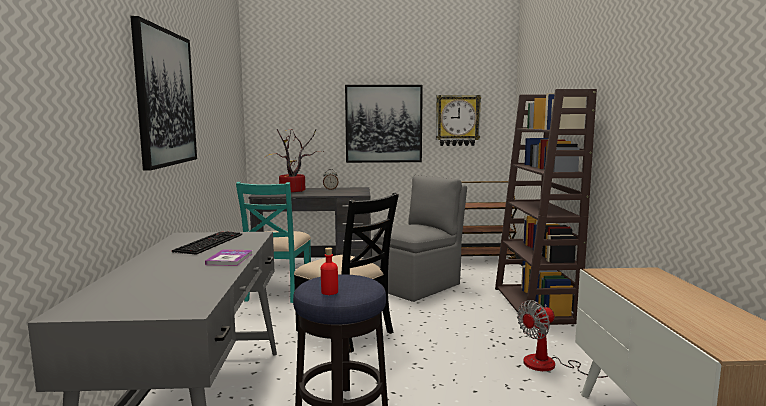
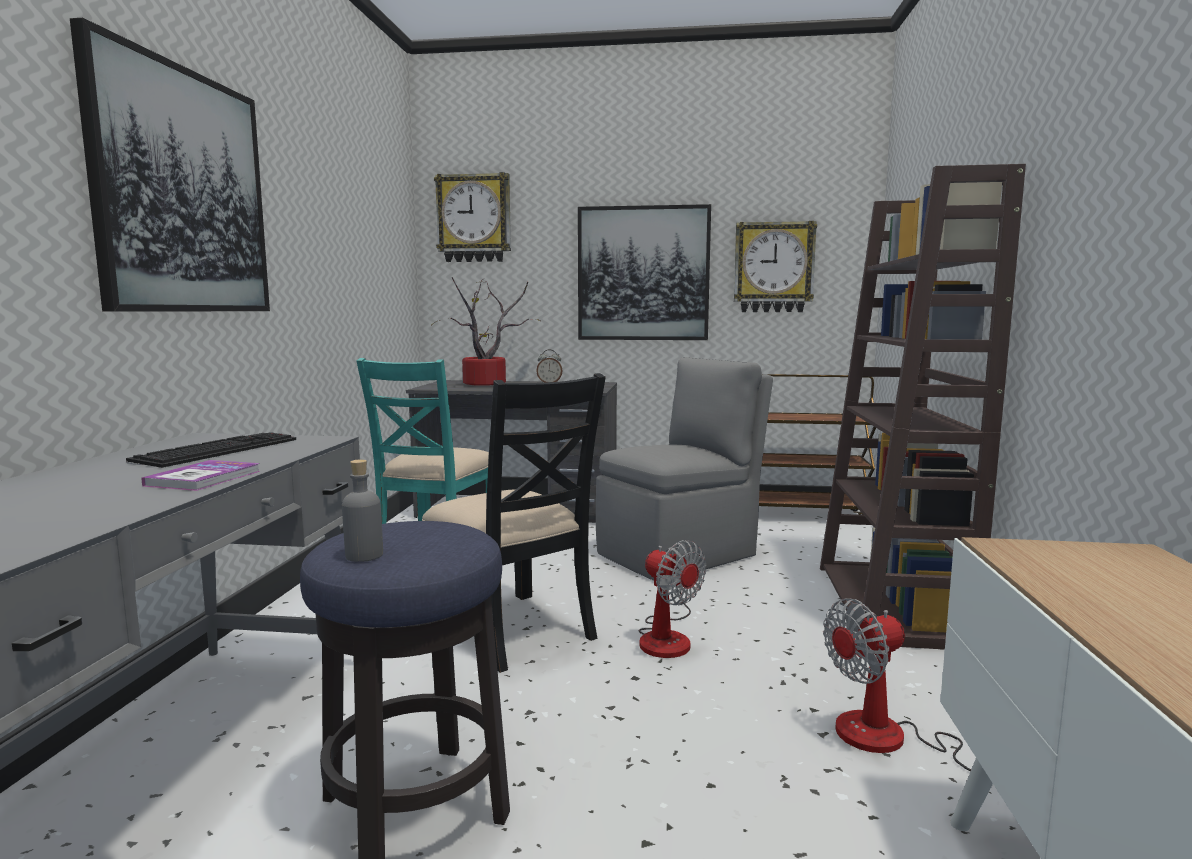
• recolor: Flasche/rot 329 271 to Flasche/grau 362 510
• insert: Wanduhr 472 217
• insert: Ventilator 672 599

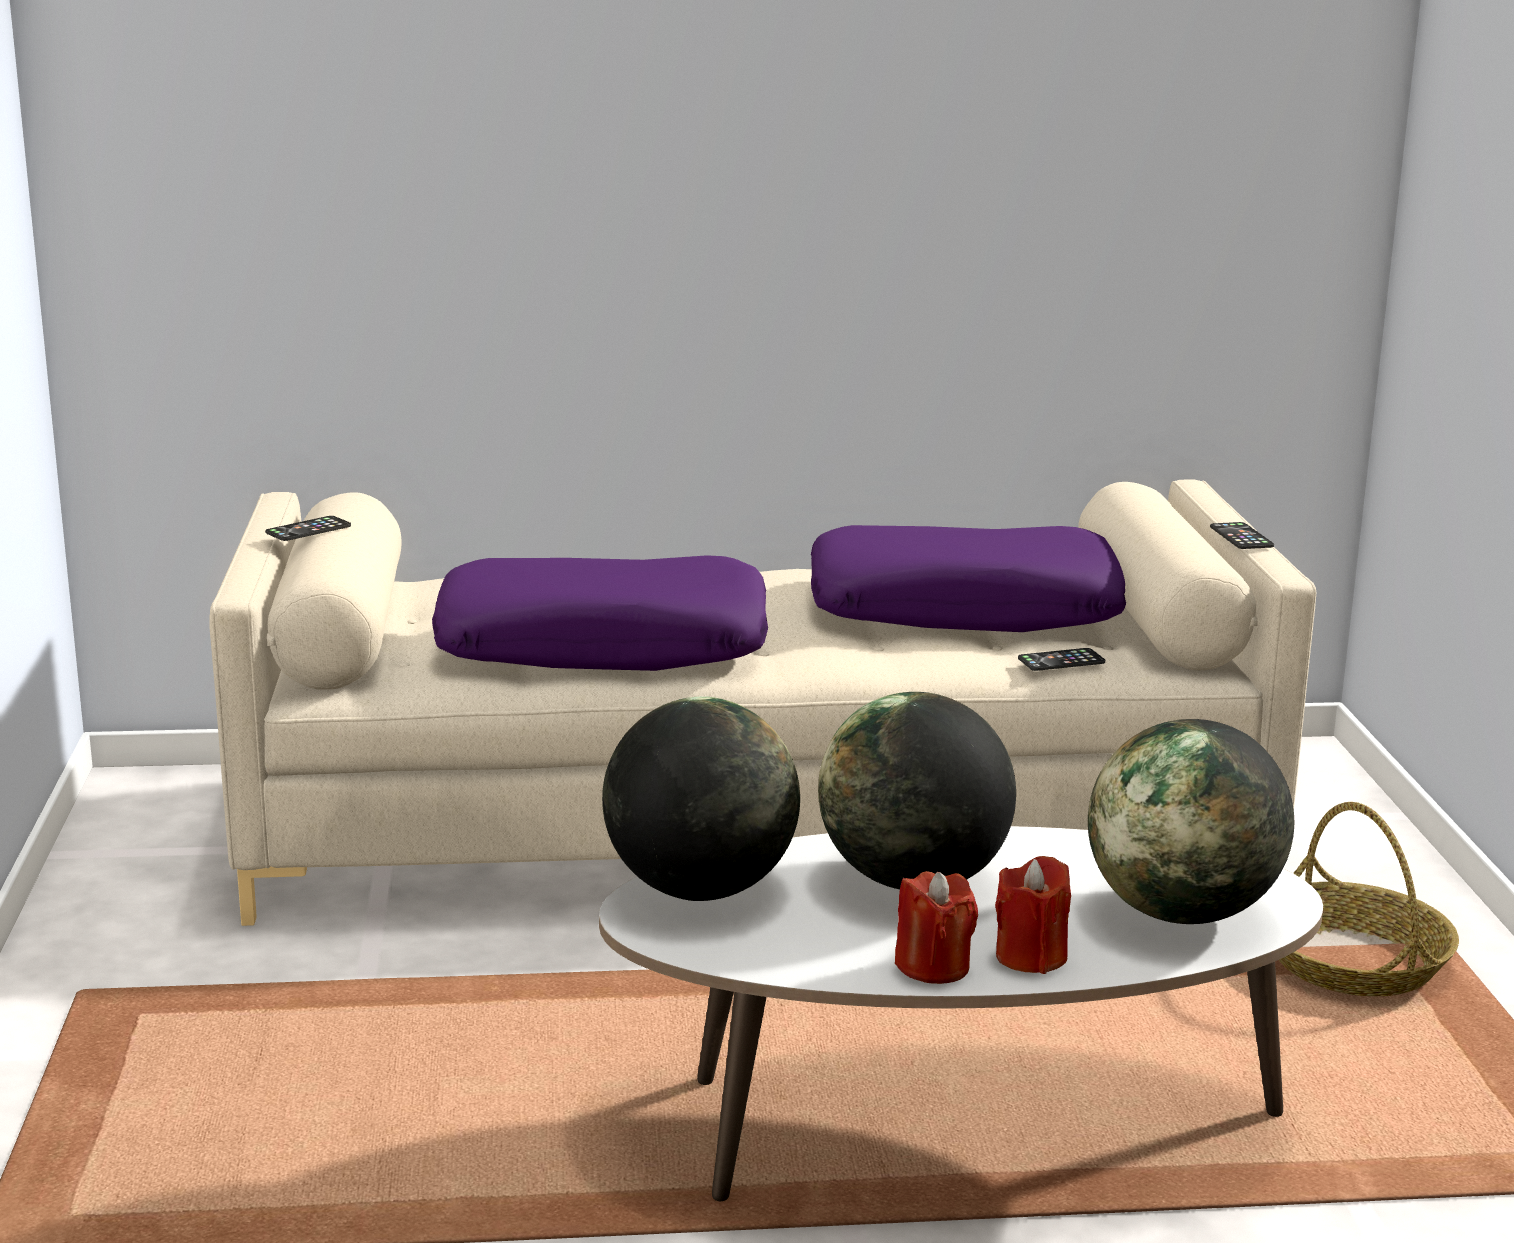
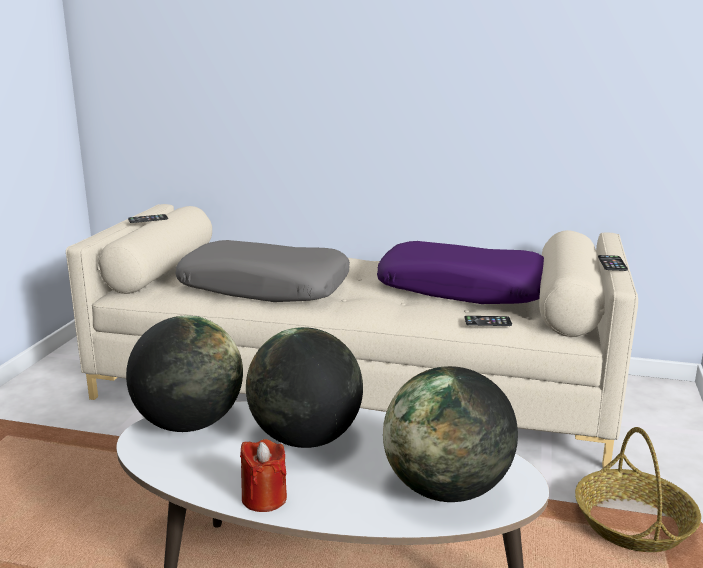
• recolor: Kissen/lila 600 613 to Kissen/grau 262 271
• delete: Kerze/rot 1033 915

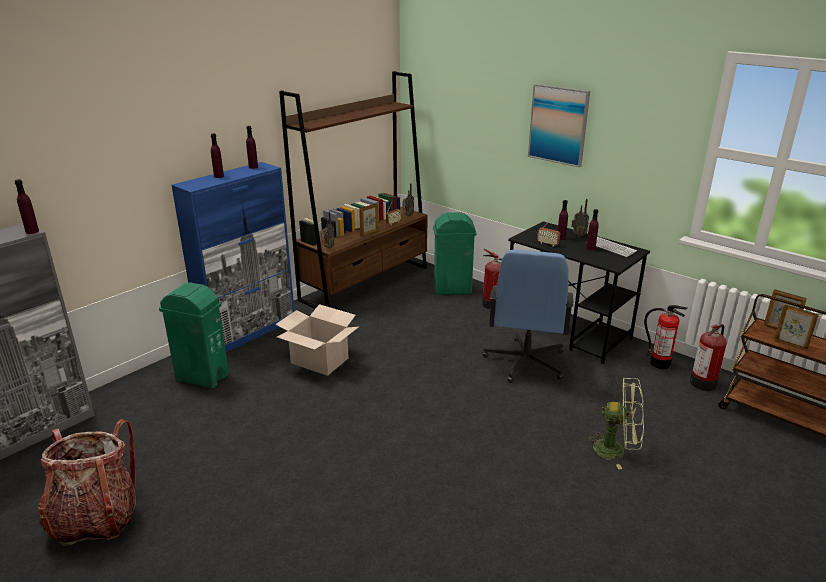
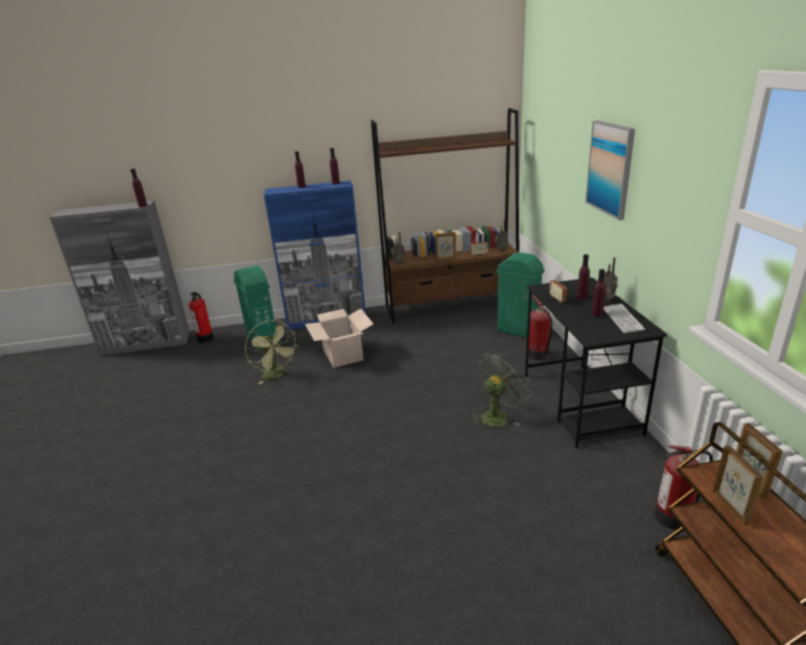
• move: Feuerlöscher 665 337 to 201 317
• move: Ventilator/grün 614 423 to 271 352
• replace: Bürostuhl/blau 528 316 to Ventilator/grau 502 388
• delete: Rucksack 87 482

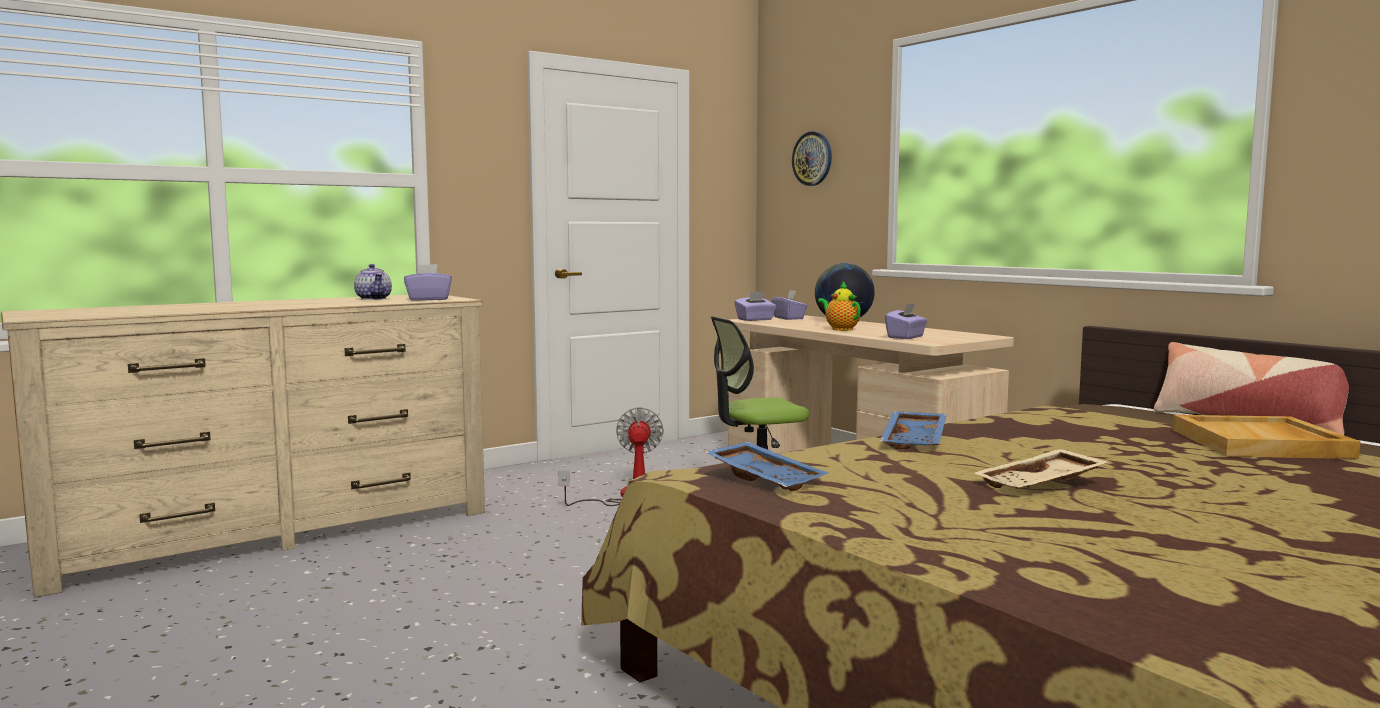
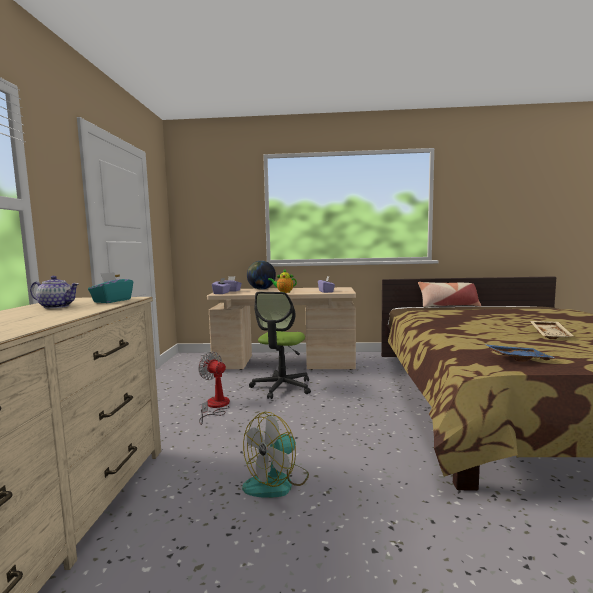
• recolor: Taschentuchbox/lila 428 282 to Taschentuchbox/türkis 110 287
• insert: Ventilator 275 455
• delete: Wanduhr 812 158
• delete: Tablett/blau 913 430
• delete: Tablett/beige 1267 437

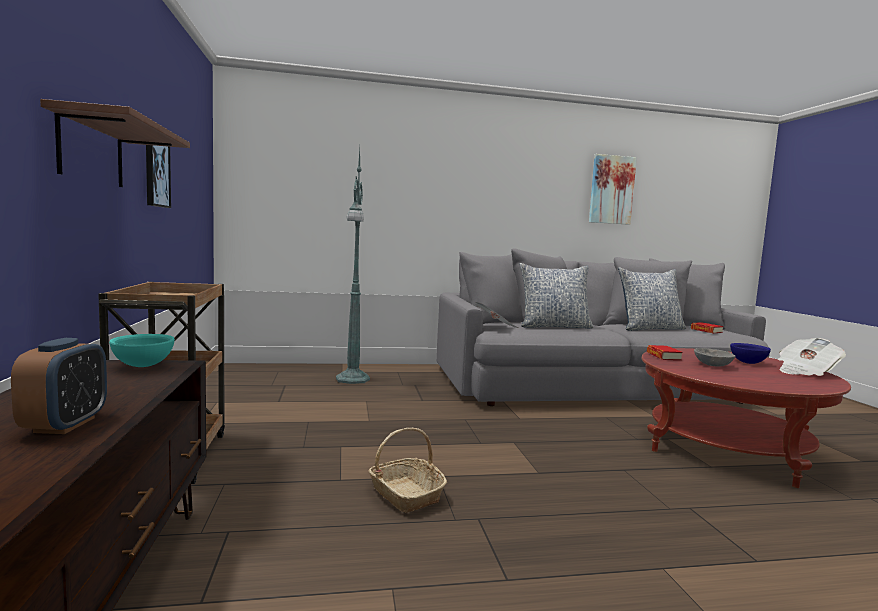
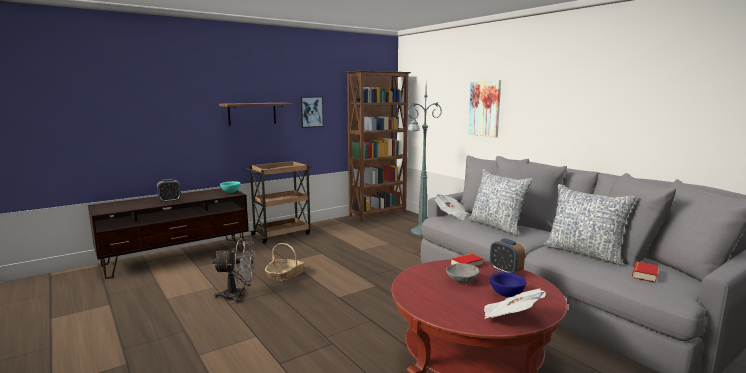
• insert: Ventilator/grau 233 271
• insert: Bücherregal/braun 378 146
• move: Bild 613 189 to 484 108
• insert: Wecker 507 256

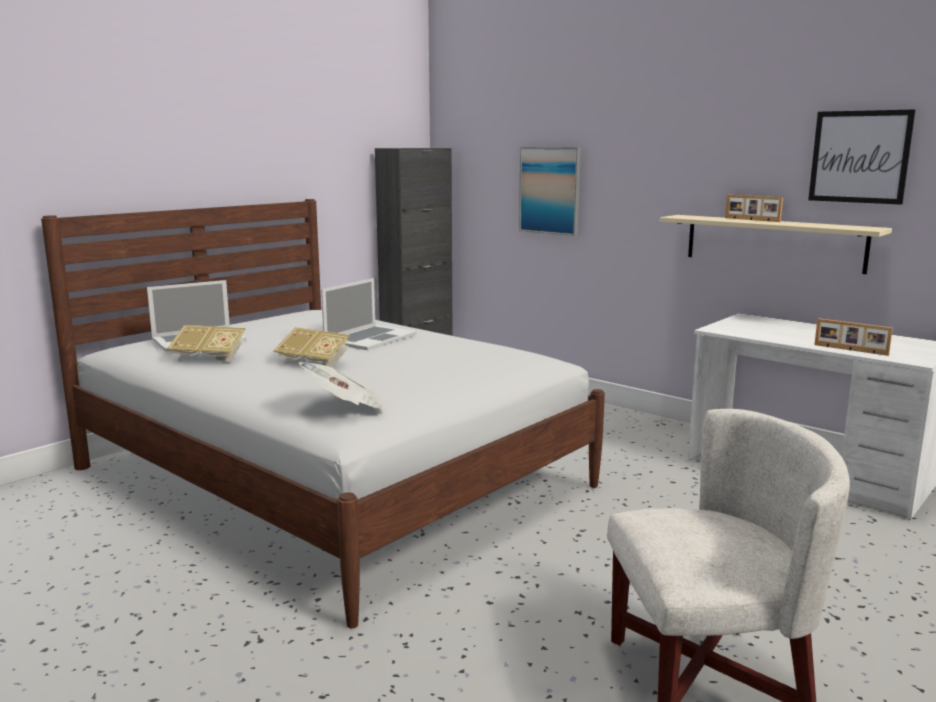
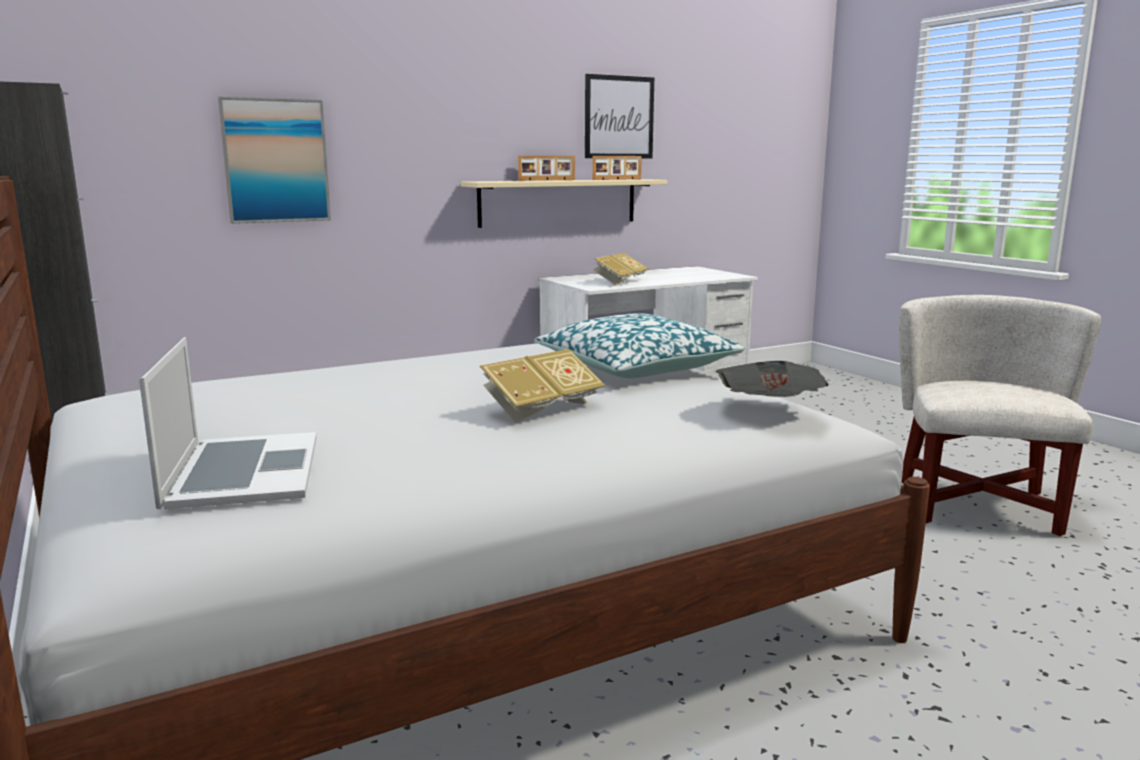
• insert: Kissen 640 345
• move: Bilderrahmen 853 337 to 617 168
• move: Buch 206 344 to 621 269
• delete: Laptop 369 314

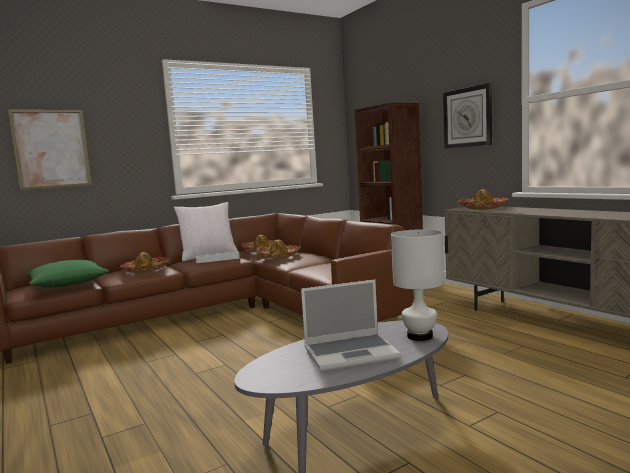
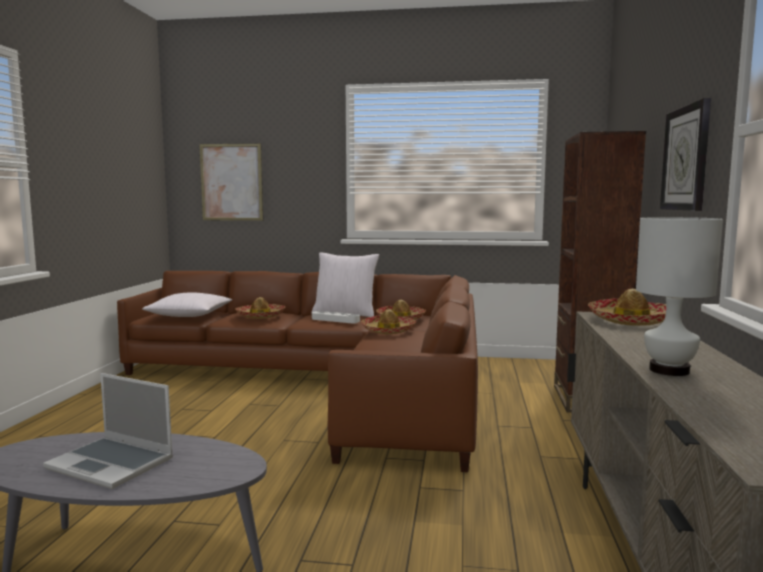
• recolor: Kissen/grün 67 273 to Kissen/weiß 187 304
• move: Tischlampe/weiß 417 285 to 679 296

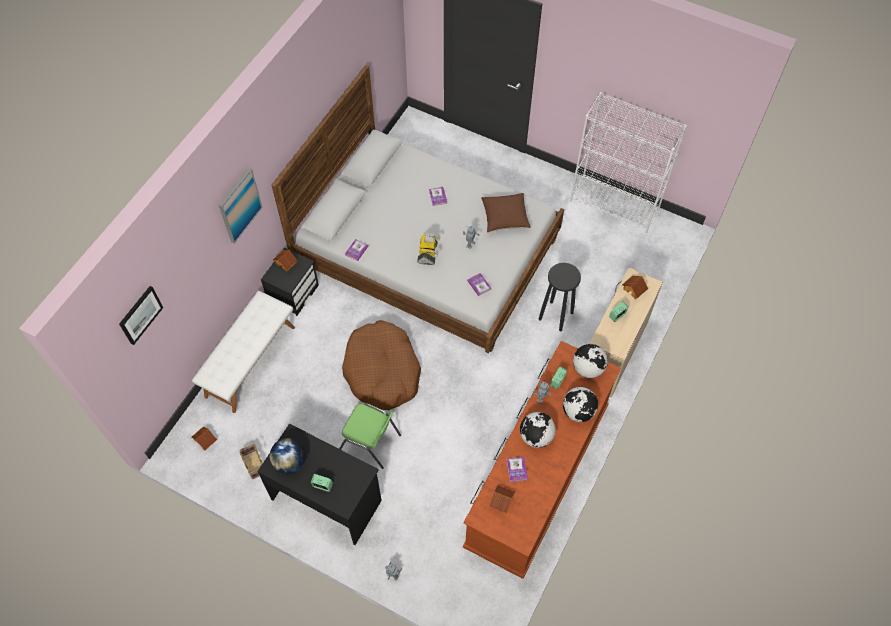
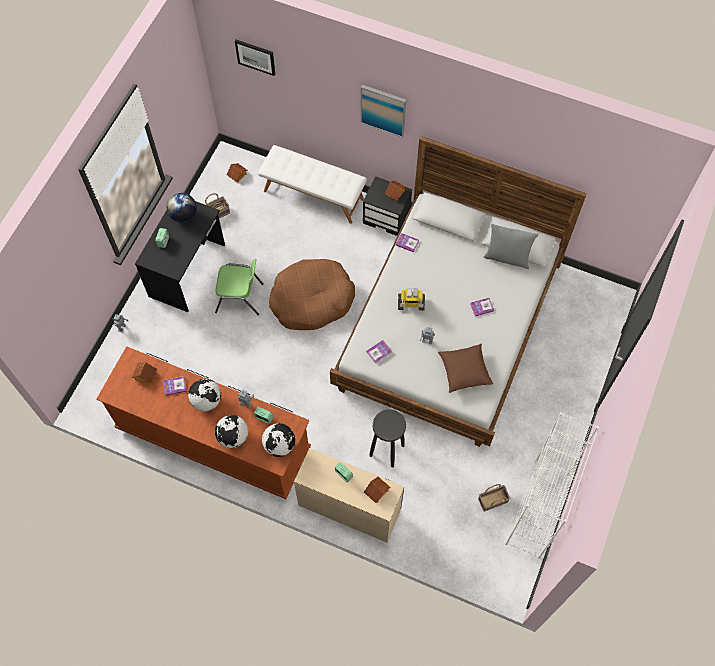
• rotate: Stuhl/grün 370 436 = 239 287 105 degrees counterclockwise
• insert: Korb 494 498
• insert: Kissen/grau 511 246

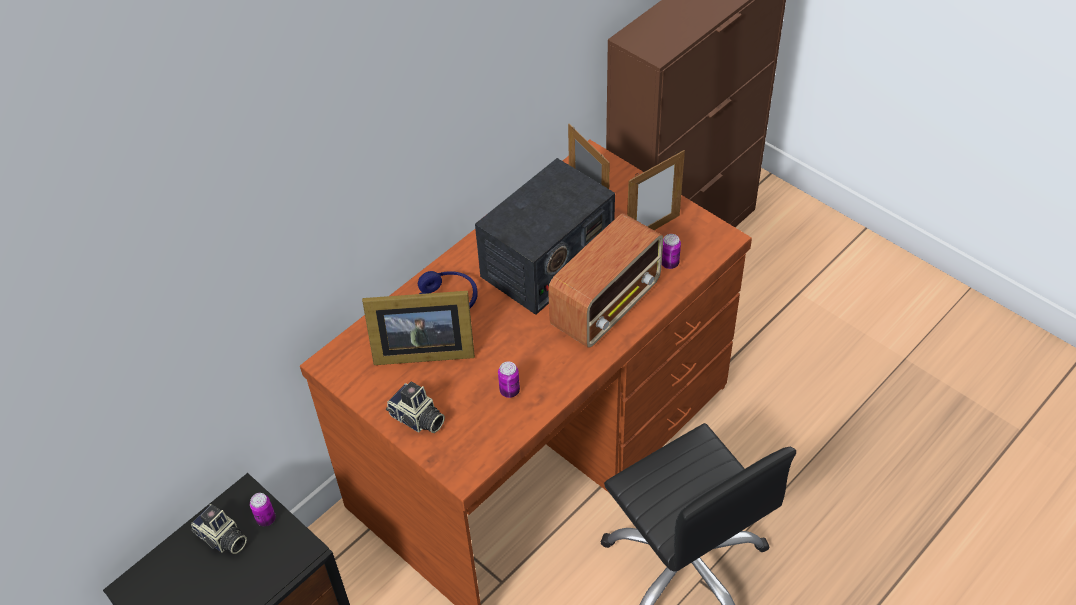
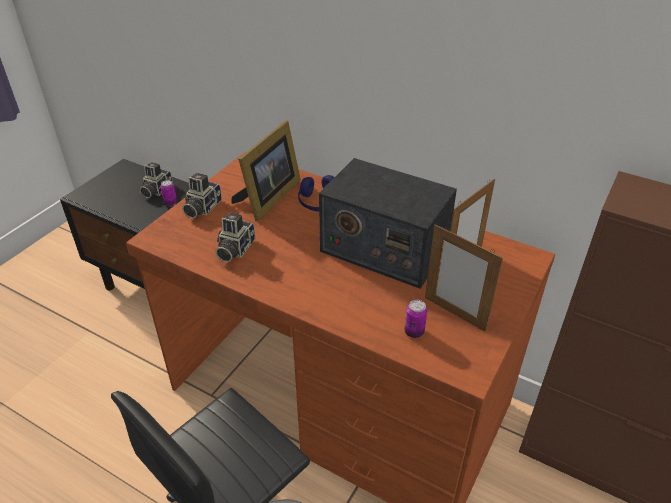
• replace: Dose 509 379 to Kamera 235 237
• rotate: Bilderrahmen 418 328 = 266 170 135 degrees counterclockwise
• delete: Radio 605 280

